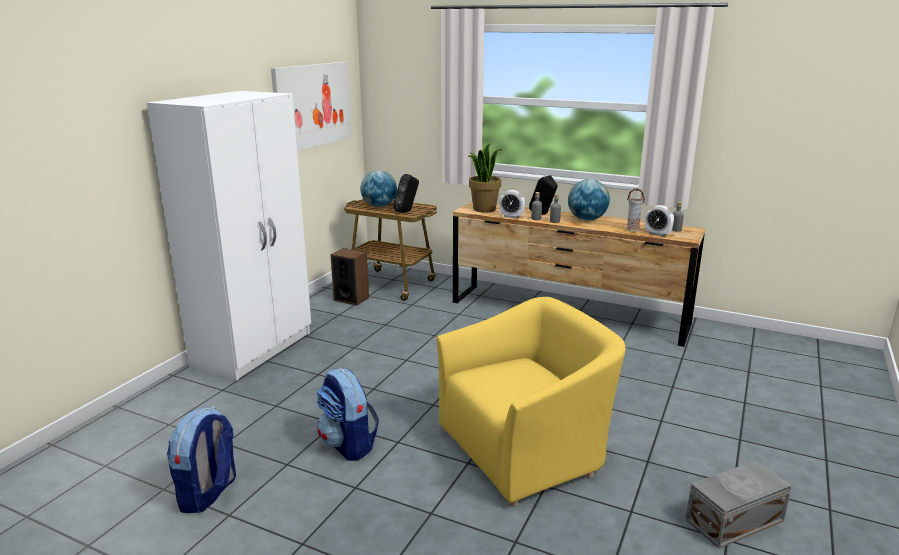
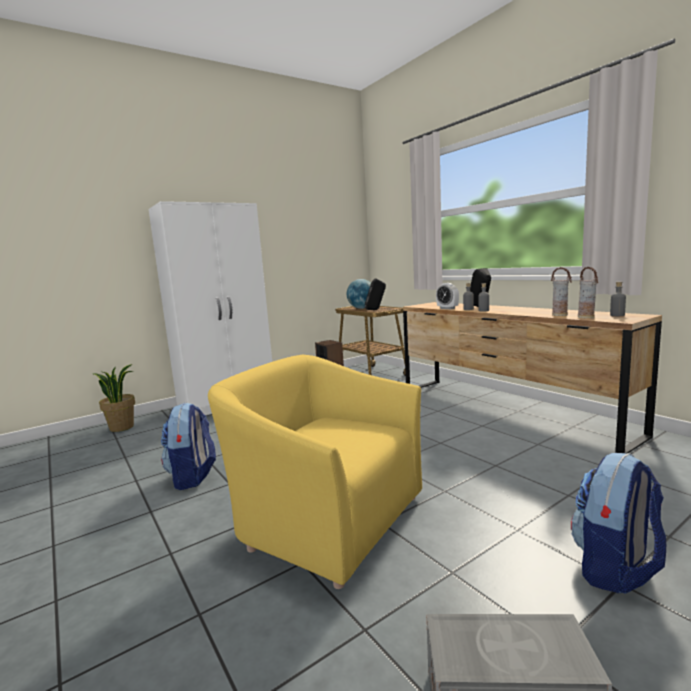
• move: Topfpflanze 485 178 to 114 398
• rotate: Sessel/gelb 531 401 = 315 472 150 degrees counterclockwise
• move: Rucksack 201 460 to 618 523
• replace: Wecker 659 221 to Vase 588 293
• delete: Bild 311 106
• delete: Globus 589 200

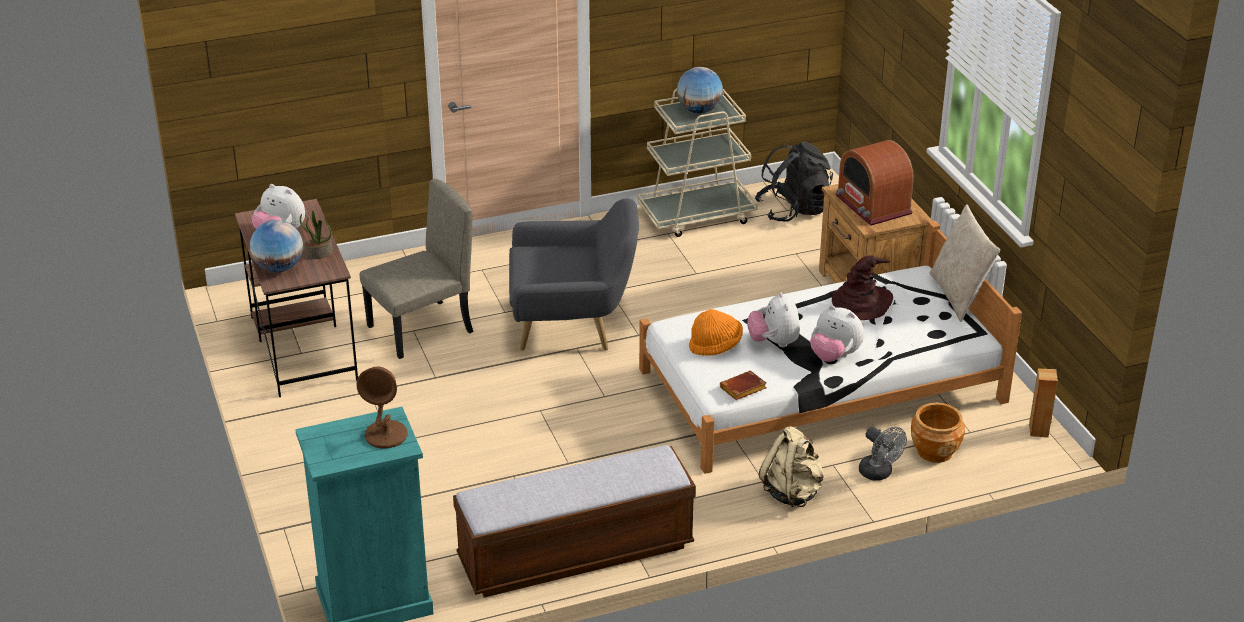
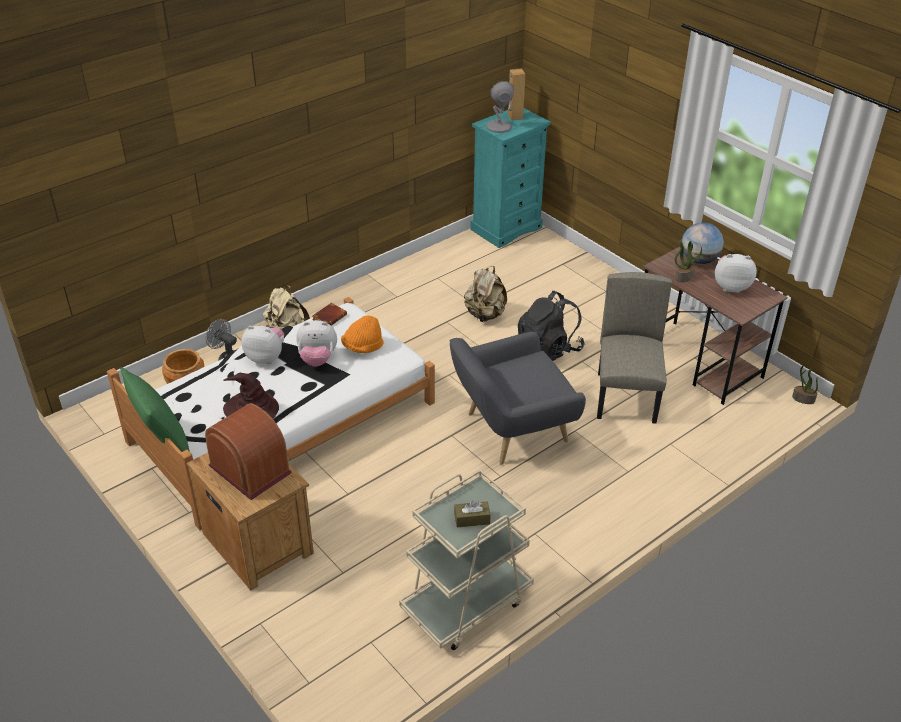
• recolor: Kissen/beige 965 263 to Kissen/grün 155 409
• rotate: Plüschtier 773 319 = 316 343 120 degrees clockwise
• replace: Globus 700 90 to Taschentuchbox/braun 472 514
• insert: Rucksack/beige 485 294
• recolor: Tischlampe/braun 382 407 to Tischlampe/grau 500 107
• move: Lautsprecher/braun 1043 403 to 516 94
• move: Rucksack/schwarz 794 181 to 551 326
• rotate: Stuhl/beige 416 269 = 634 347 150 degrees clockwise
• insert: Topfpflanze 805 384
• delete: Bank 574 521

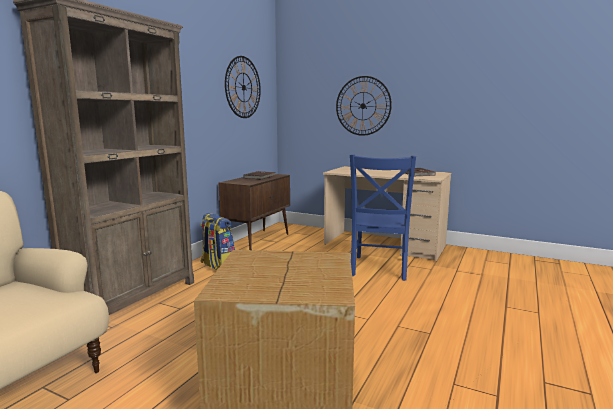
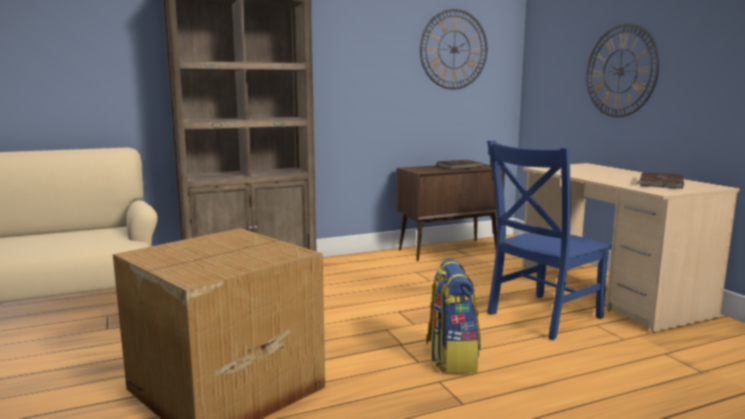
• move: Rucksack 218 241 to 453 316

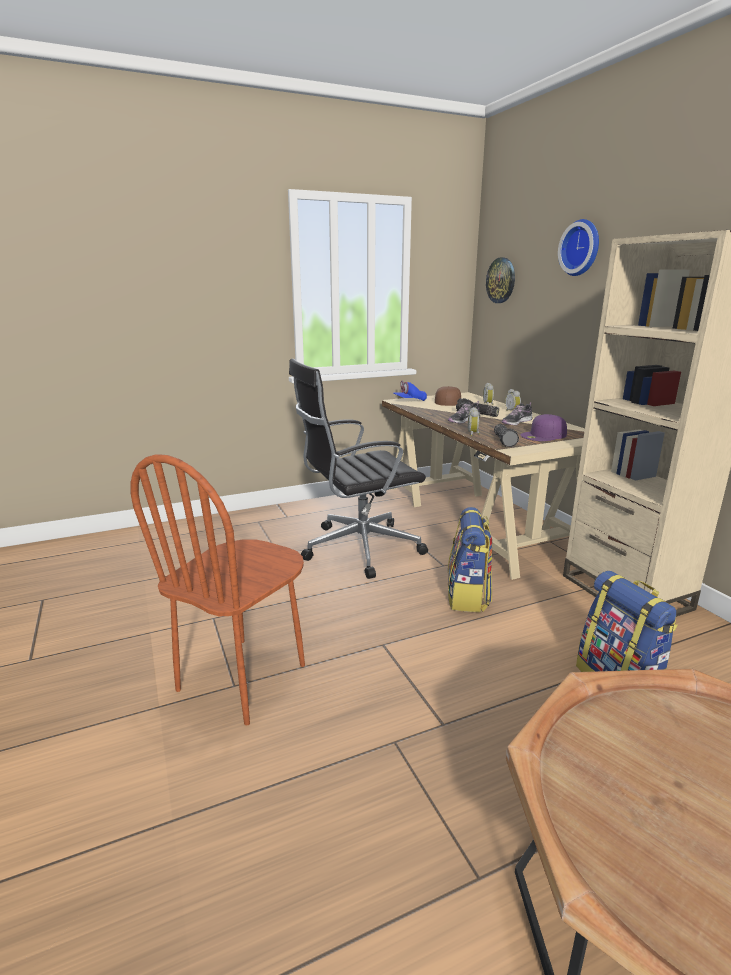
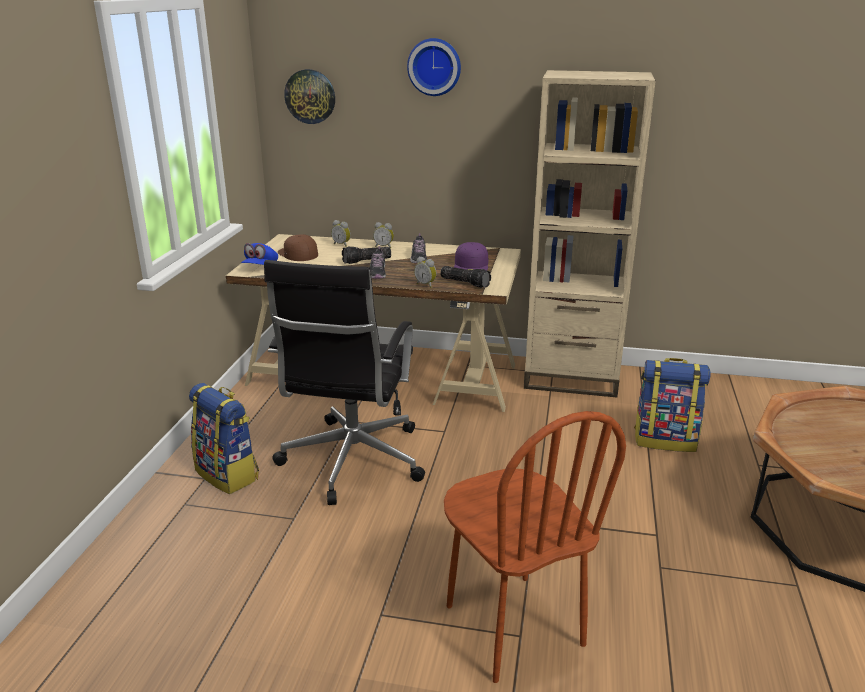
• move: Rucksack 470 559 to 224 438

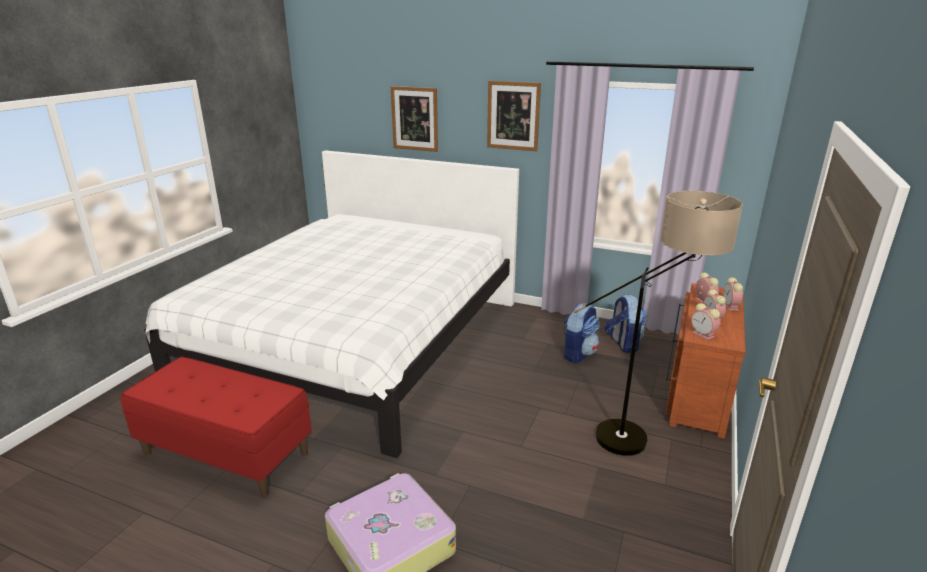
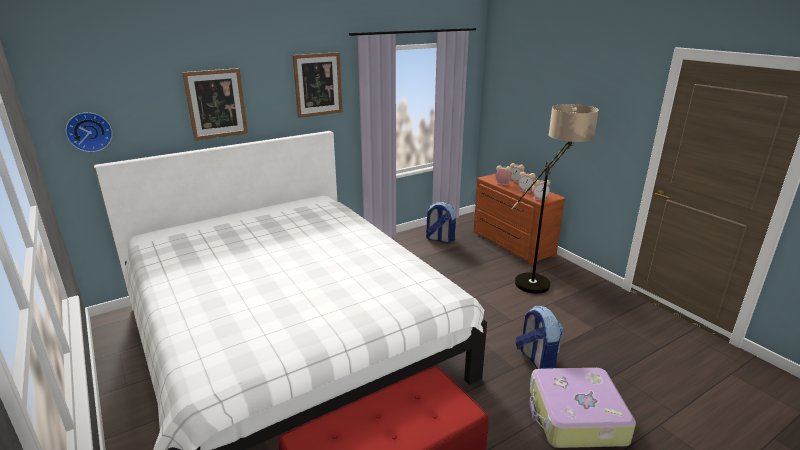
• insert: Wanduhr 89 132
• move: Rucksack 581 333 to 539 337

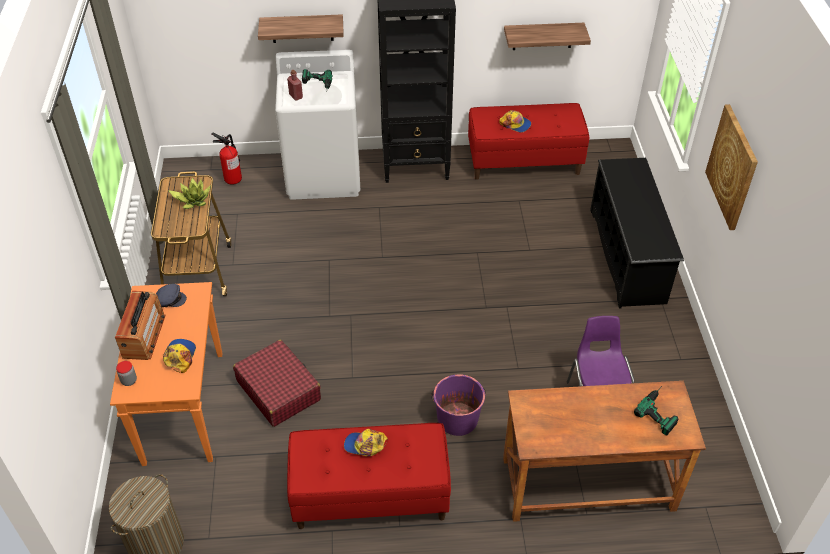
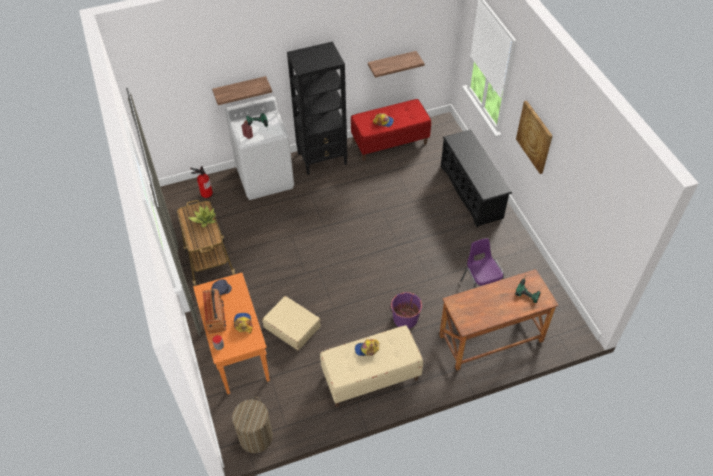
• recolor: Koffer/rot 277 383 to Koffer/beige 291 323
• recolor: Bank/rot 369 476 to Bank/beige 371 366

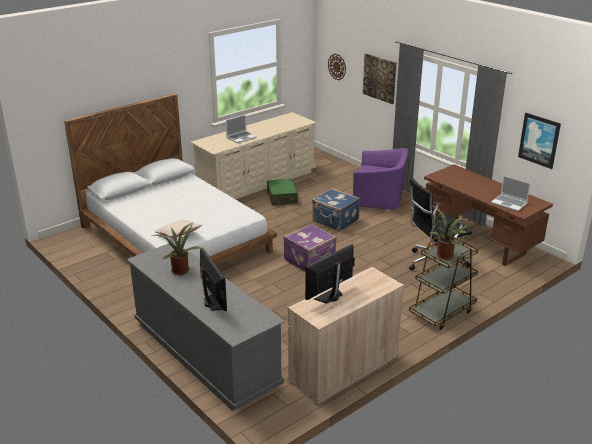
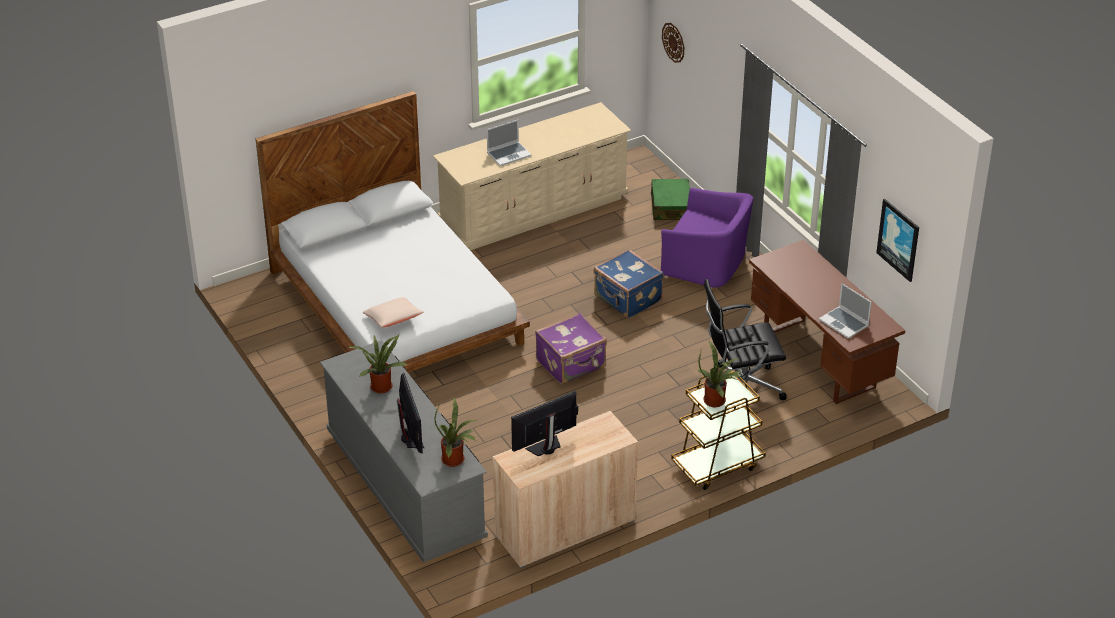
• insert: Topfpflanze 456 432
• move: Koffer/grün 282 192 to 670 199
• delete: Bild 380 78

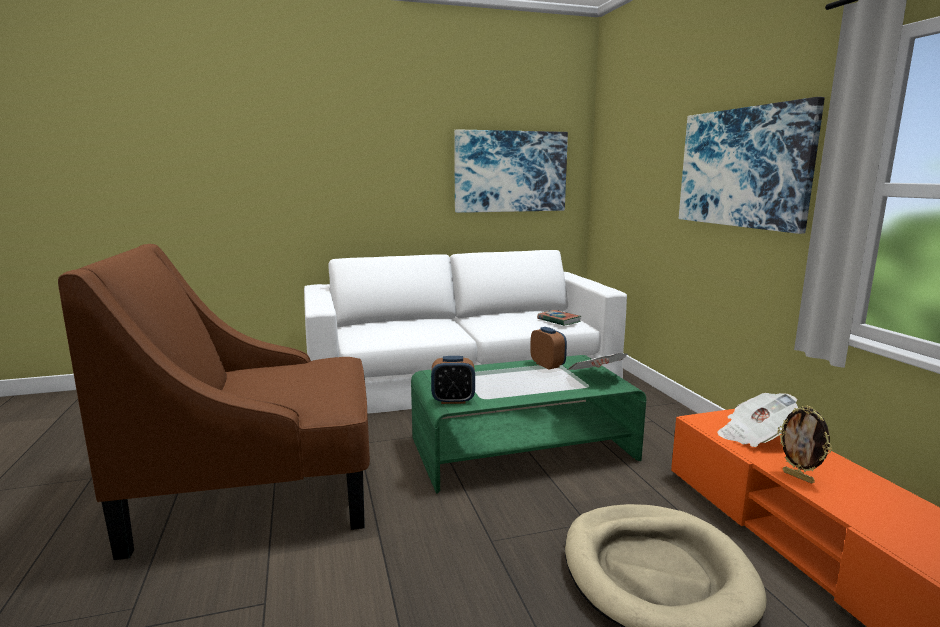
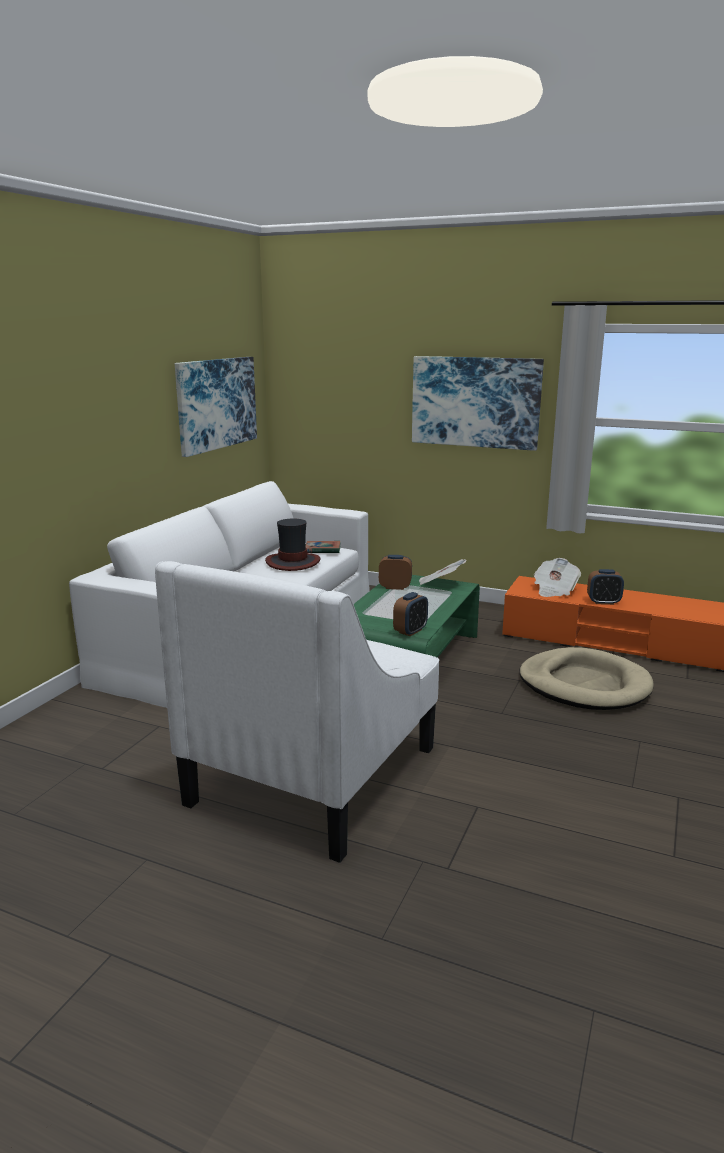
• recolor: Sessel/braun 214 402 to Sessel/weiß 297 712
• insert: Hut 292 545
• replace: Bilderrahmen 804 444 to Wecker 605 587

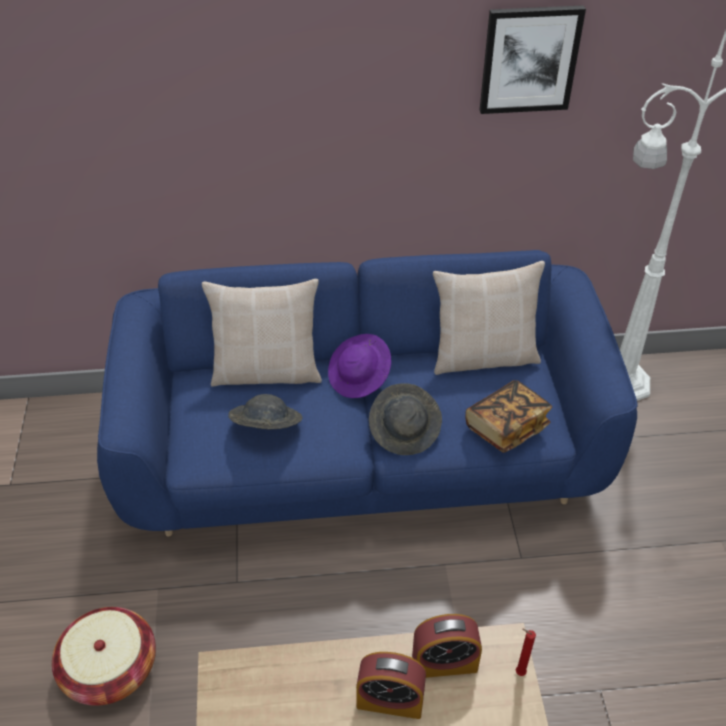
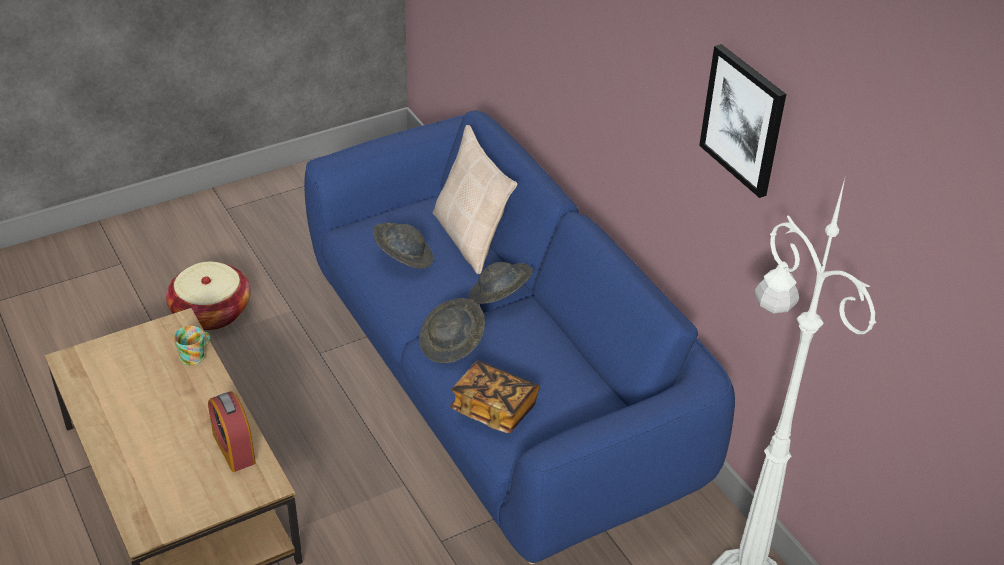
• insert: Henkelbecher 192 345
• recolor: Hut/lila 359 366 to Hut/grau 501 283
• delete: Wecker 391 685
• delete: Kissen/beige 489 318
• delete: Kerze/rot 526 652

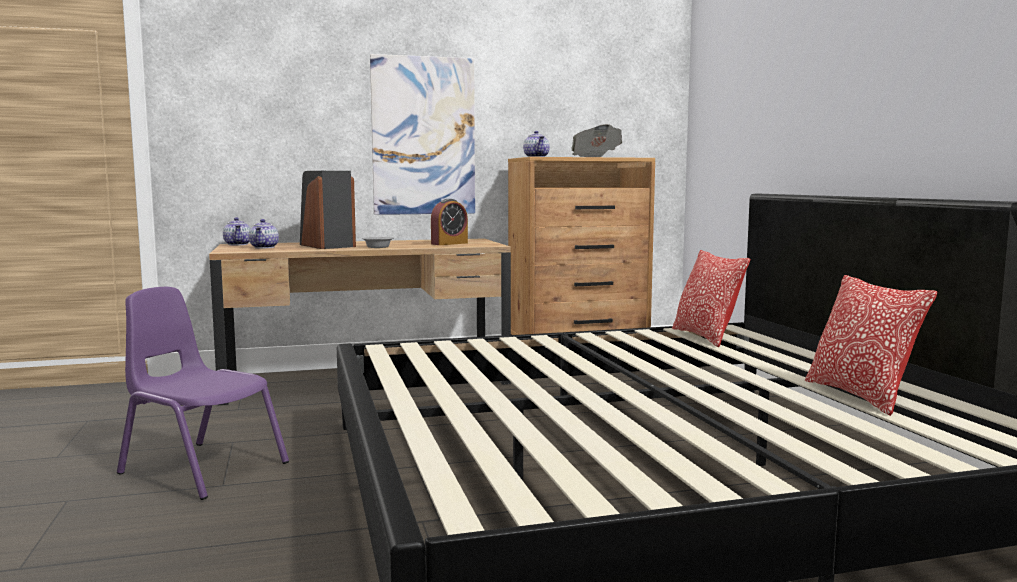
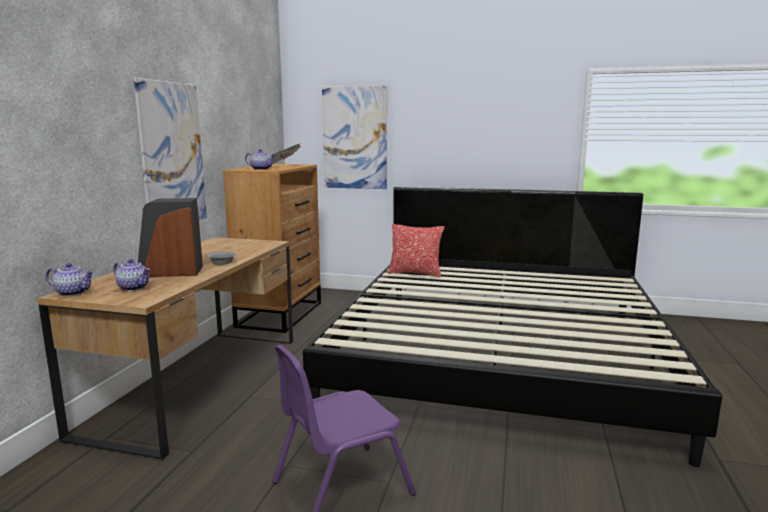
• insert: Bild 354 137
• delete: Wecker 449 222
• delete: Kissen 871 345

